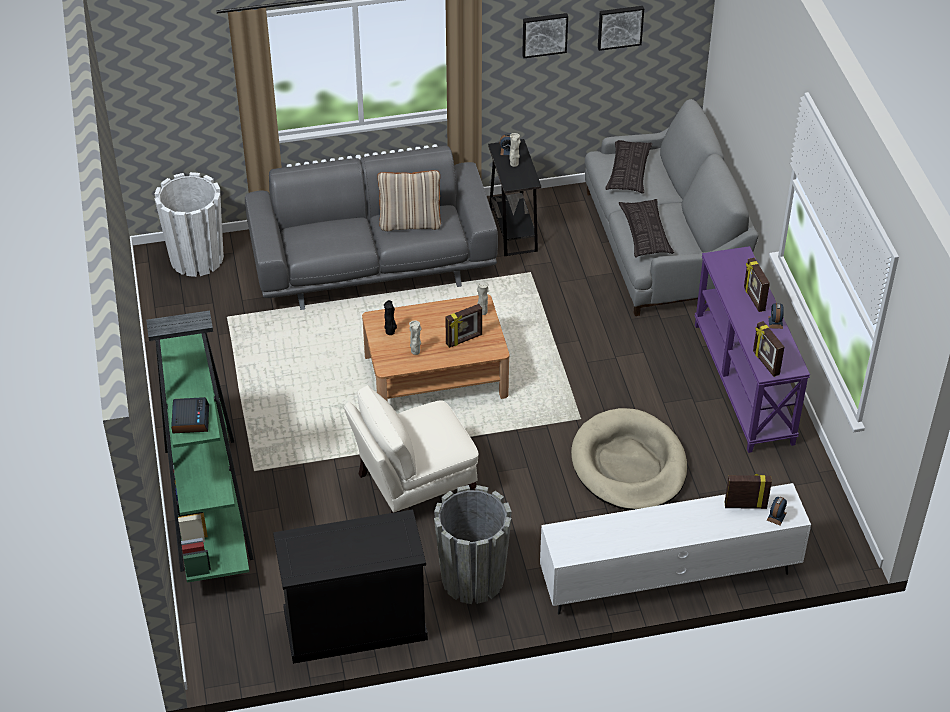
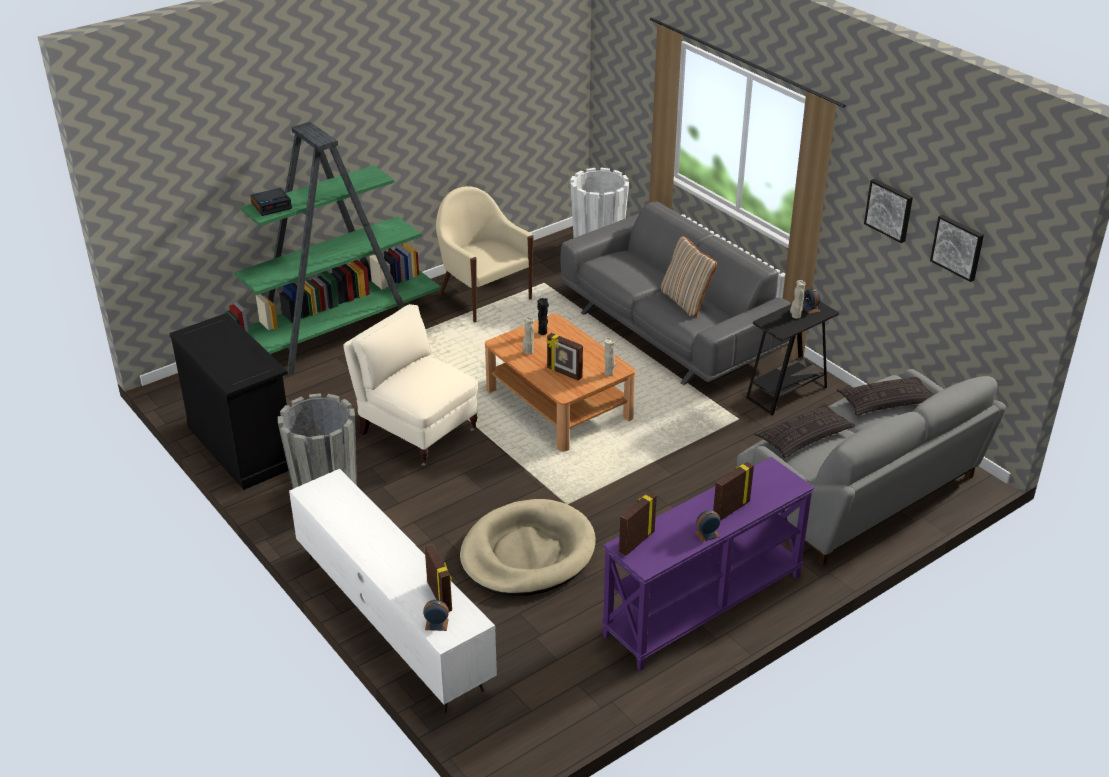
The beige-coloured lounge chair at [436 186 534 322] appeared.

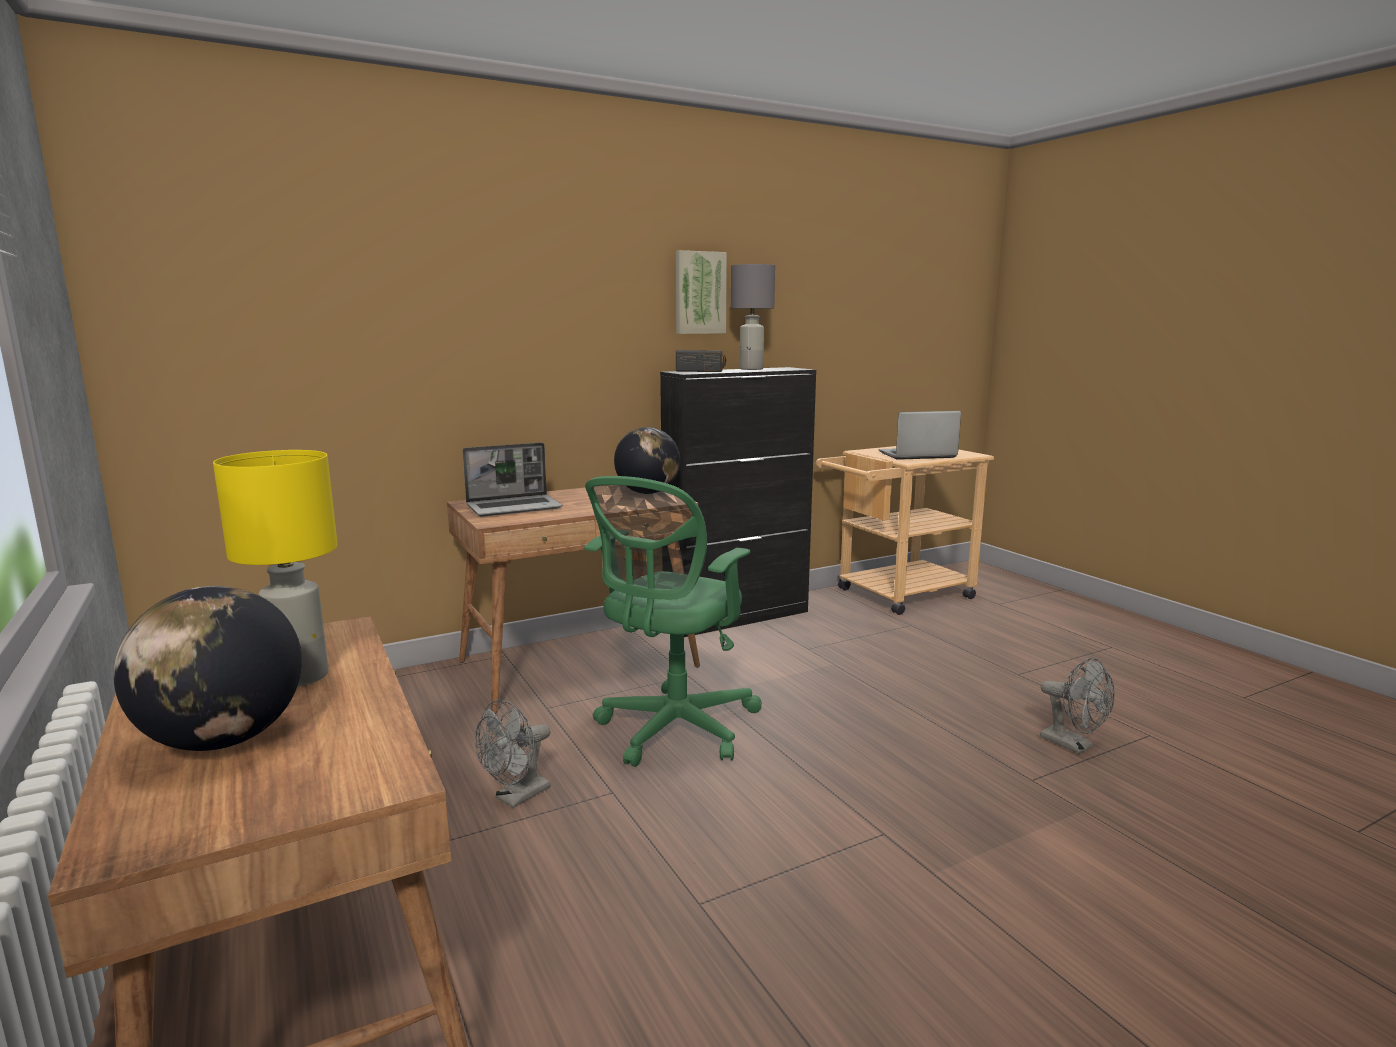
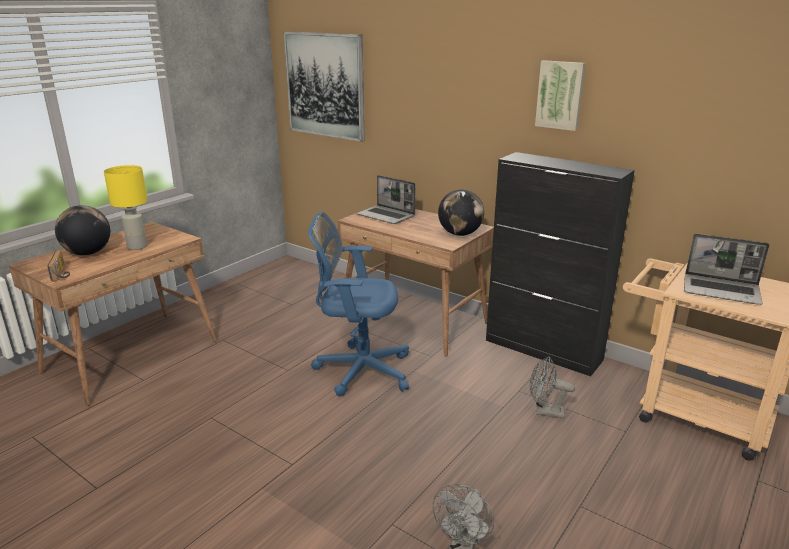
The gray lamp for a table at [731 264 775 370] disappeared.
The radio moved from [676 350 726 372] to [47 250 70 282].
The notebook computer at [878 411 961 460] turned 150 degrees clockwise.
The greenish office chair at [584 476 762 767] became the blue-coloured office chair at [308 211 409 396].
The gray fan moved from [475 700 551 808] to [530 357 575 419].
The picture at [284 31 365 142] appeared.

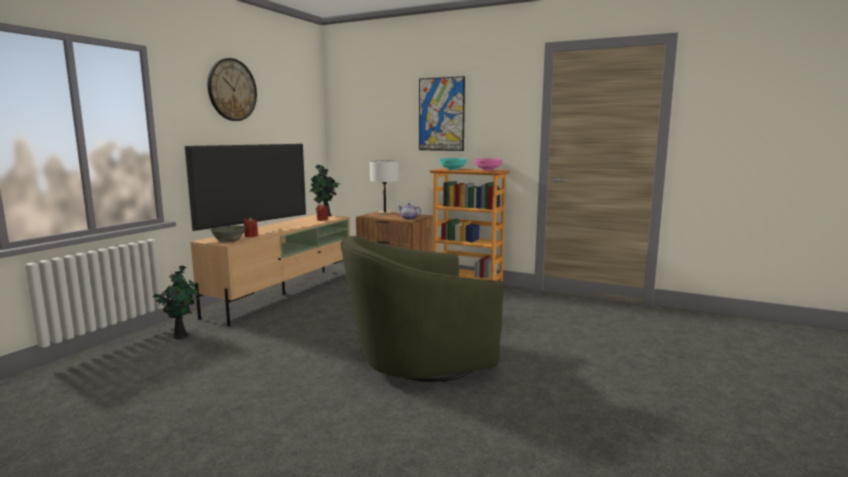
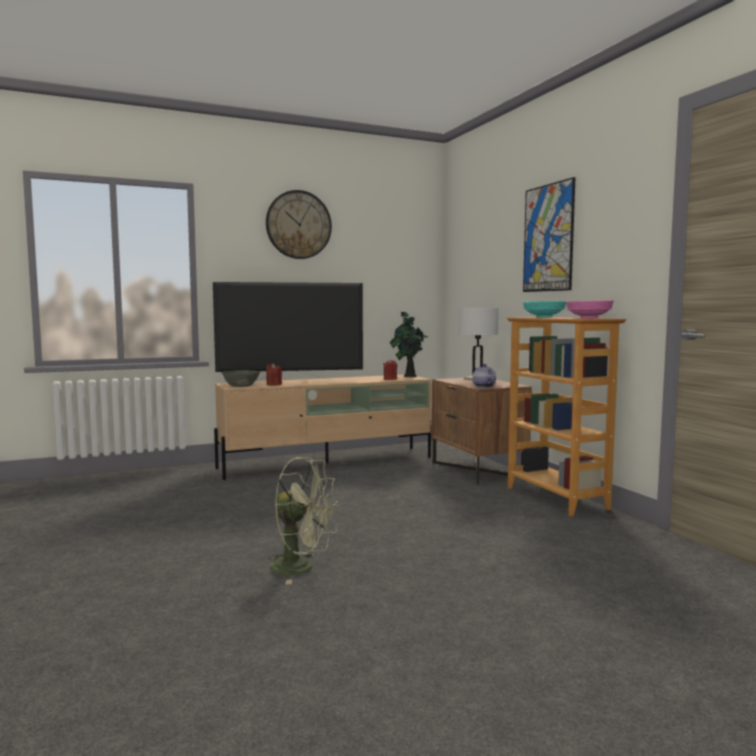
The greenish lounge chair at [341 236 504 382] was replaced by the greenish fan at [267 457 340 585].
The plant in a pot at [153 266 199 339] disappeared.

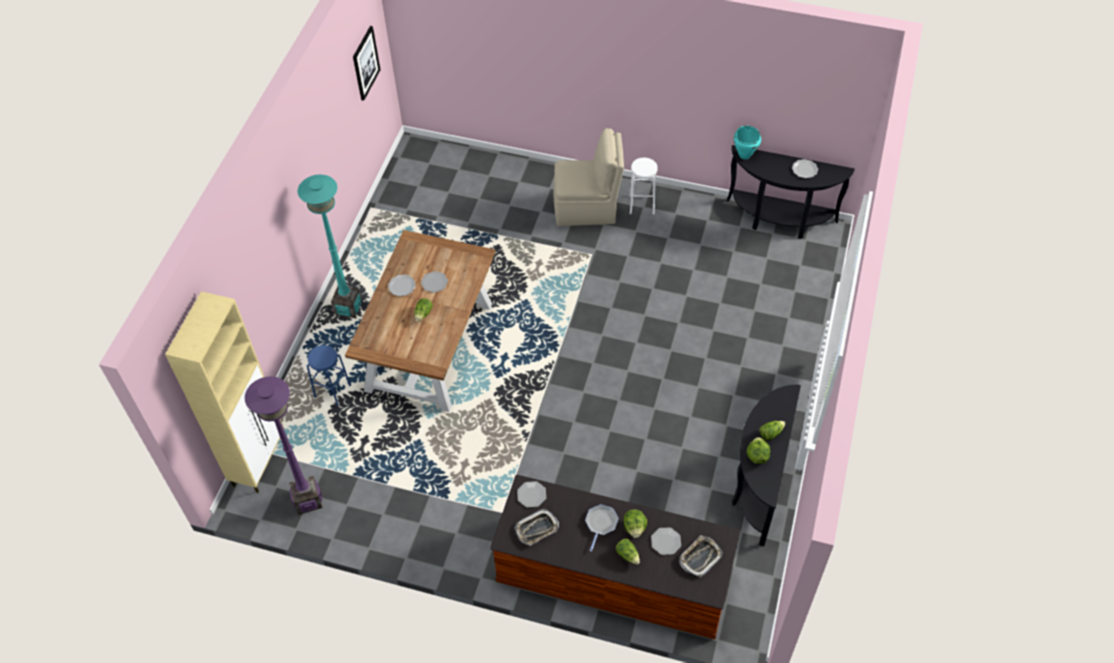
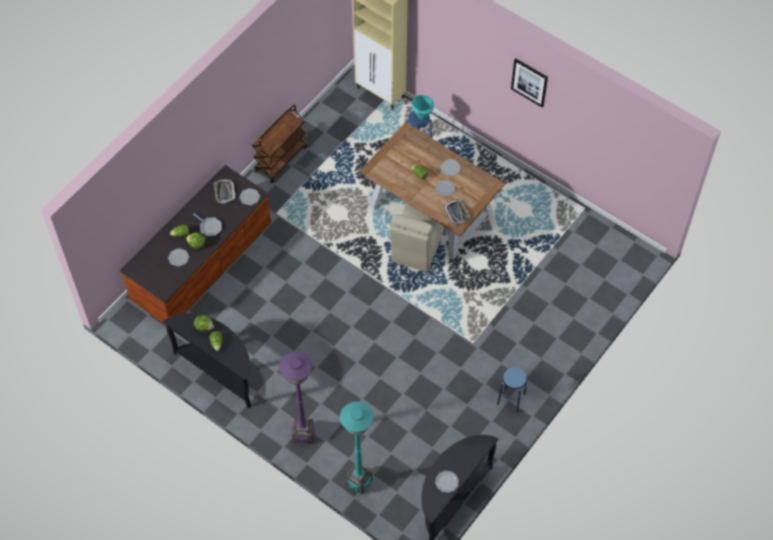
The picture moved from [353 26 380 101] to [511 58 548 108].
The turquoise-coloured cooking pot moved from [734 125 761 160] to [412 95 434 120].
The beige-coloured plain chair moved from [554 128 624 226] to [390 203 444 272].
The white-coloured stool at [630 158 658 215] became the blue-coloured stool at [497 367 527 412].
The turquoise-coloured floor lamp moved from [298 174 362 318] to [340 402 374 494].
The purplish floor lamp moved from [245 376 322 515] to [279 351 315 444].
The tray moved from [679 535 722 577] to [443 199 471 225].
The brownish cart at [252 105 307 183] appeared.

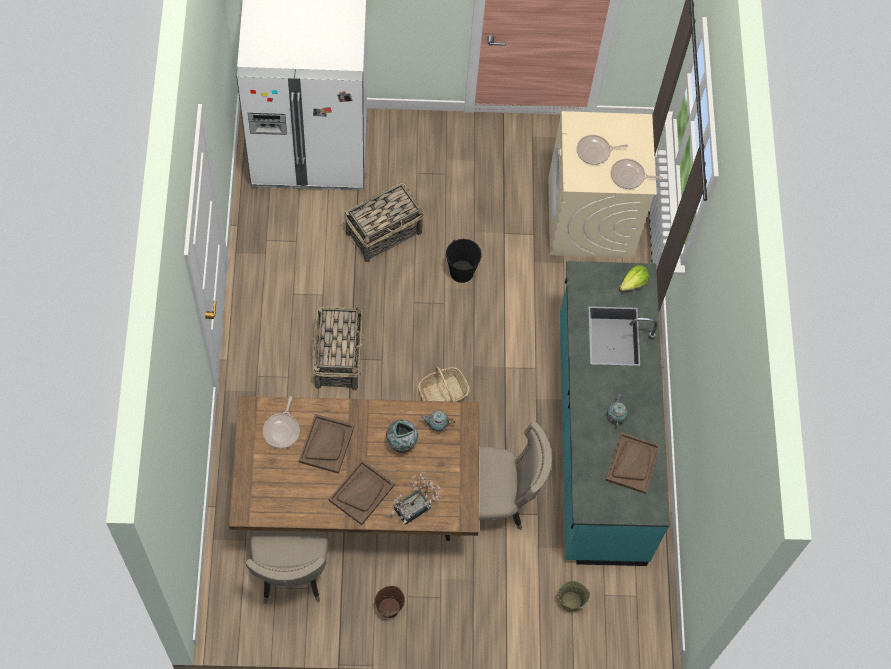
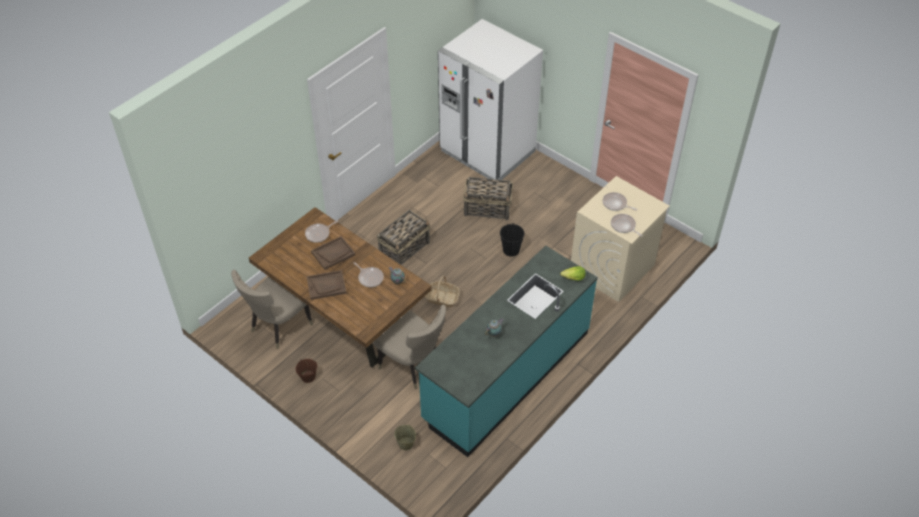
The flower vase at [386 420 418 453] was replaced by the frying pan at [353 262 384 287].
The brownish tray at [605 432 661 494] disappeared.
The plant in a pot at [391 471 441 525] disappeared.

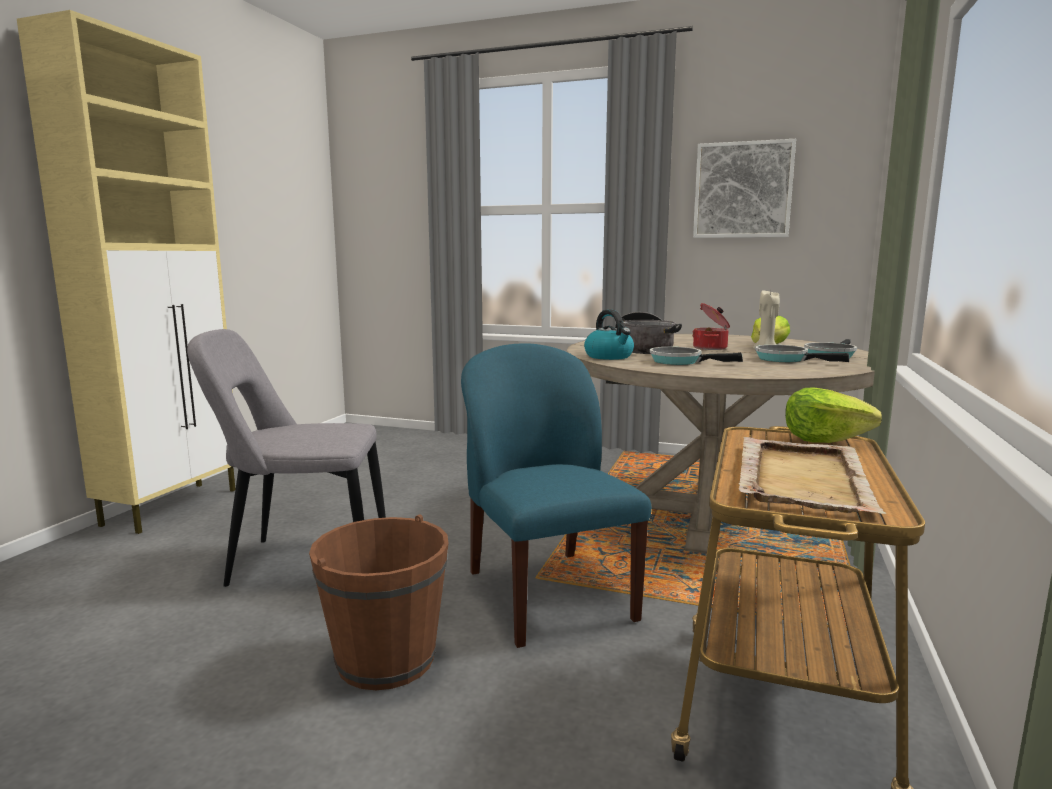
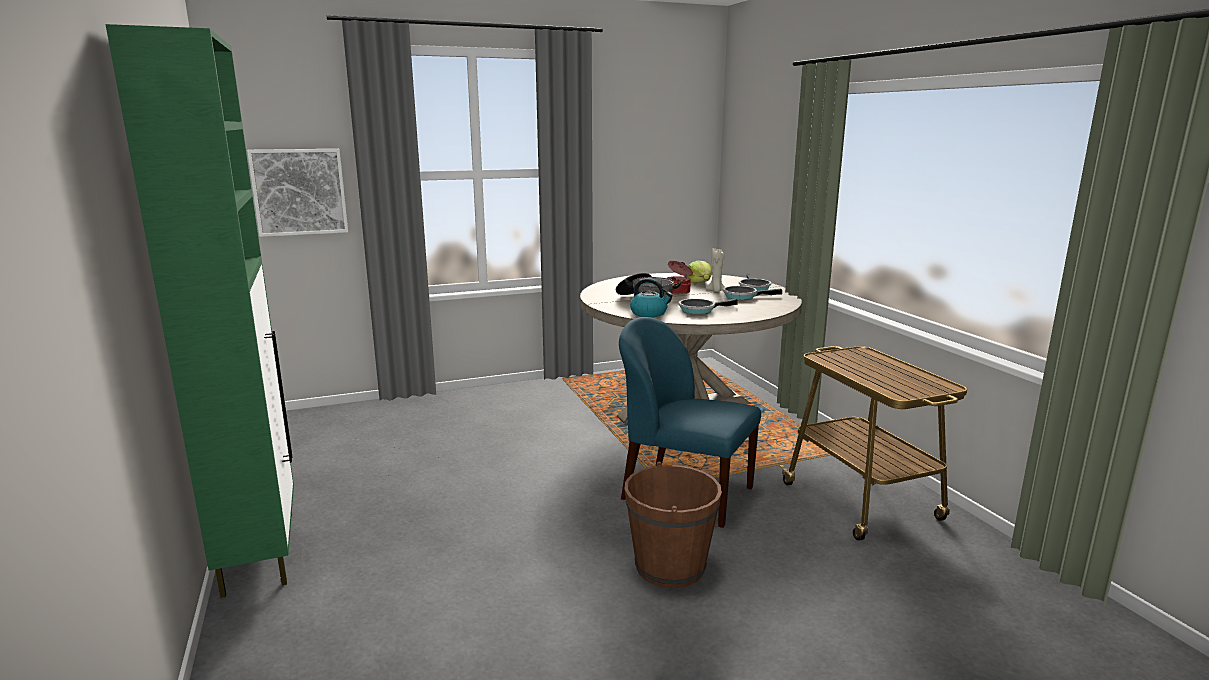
The beige-coloured cabinet at [17 10 235 534] became the greenish cabinet at [105 24 294 598].
The picture moved from [693 139 796 238] to [247 149 348 237].
The gray plain chair at [187 329 386 587] disappeared.
The lettuce at [785 387 882 443] disappeared.
The beige-coloured tray at [739 437 886 514] disappeared.

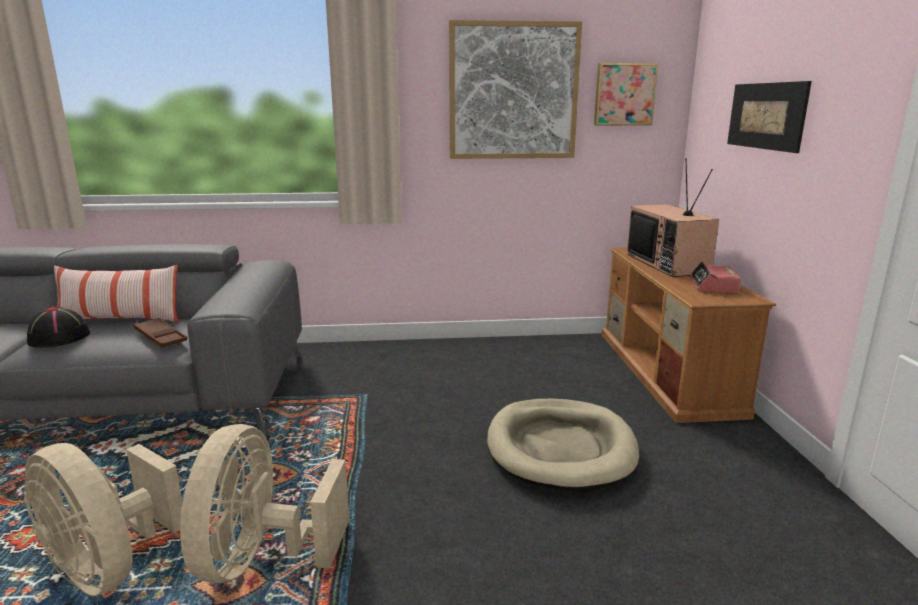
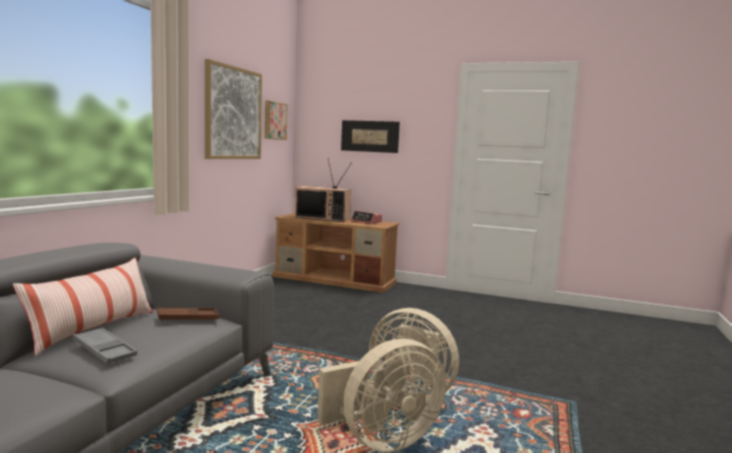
The blackish clothing hat at [27 307 90 347] was replaced by the gray tray at [73 327 137 364].
The beige-coloured pet bed at [487 399 639 492] disappeared.

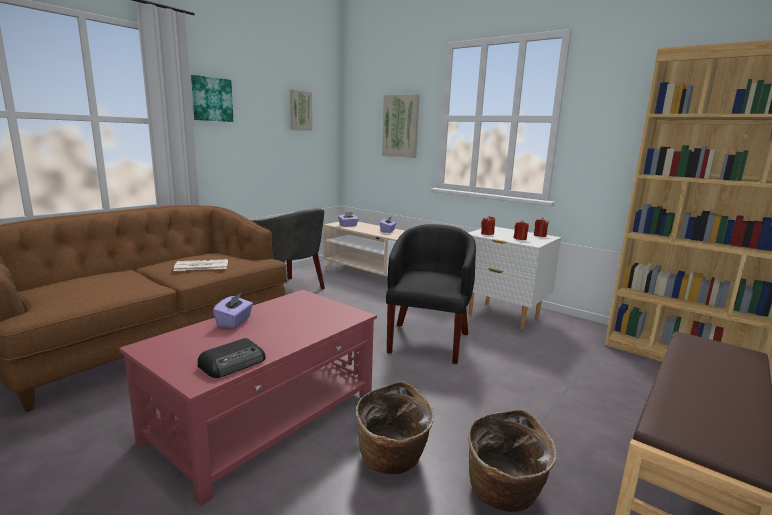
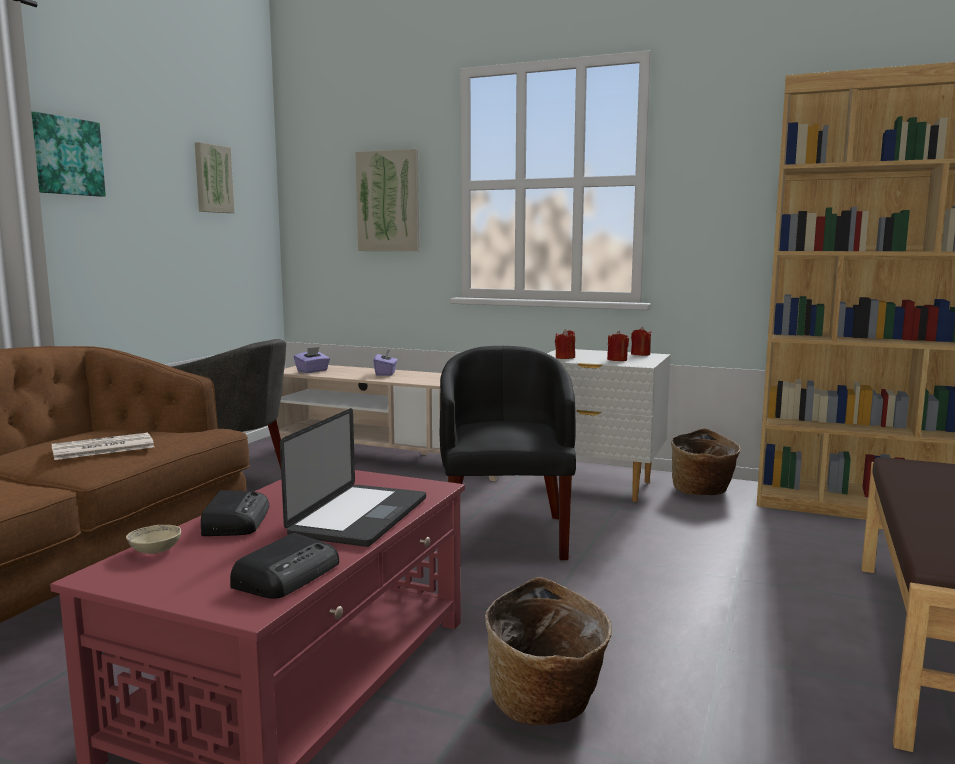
The purplish tissue box at [213 293 253 328] was replaced by the radio at [201 490 269 536].
The household basket moved from [468 410 557 512] to [671 428 741 495].
The notebook computer at [280 408 426 547] appeared.
The beige-coloured bowl at [126 525 181 554] appeared.

